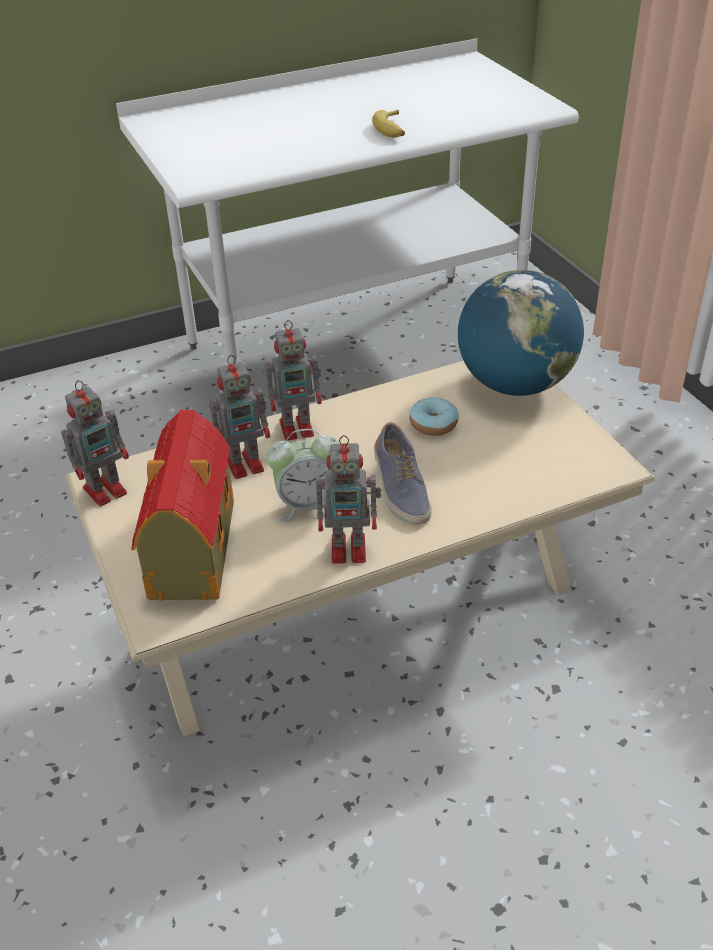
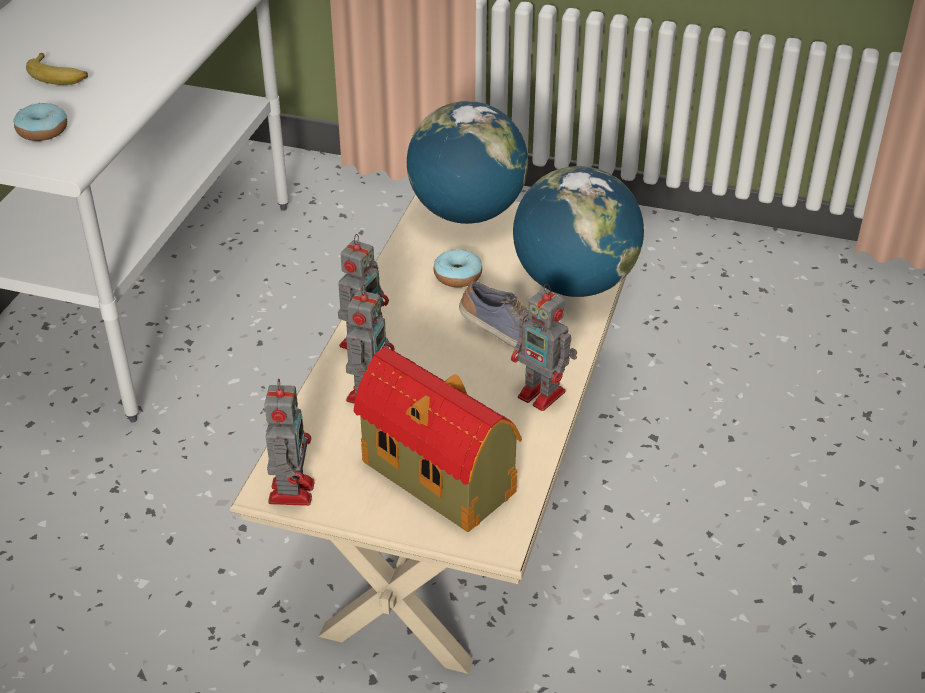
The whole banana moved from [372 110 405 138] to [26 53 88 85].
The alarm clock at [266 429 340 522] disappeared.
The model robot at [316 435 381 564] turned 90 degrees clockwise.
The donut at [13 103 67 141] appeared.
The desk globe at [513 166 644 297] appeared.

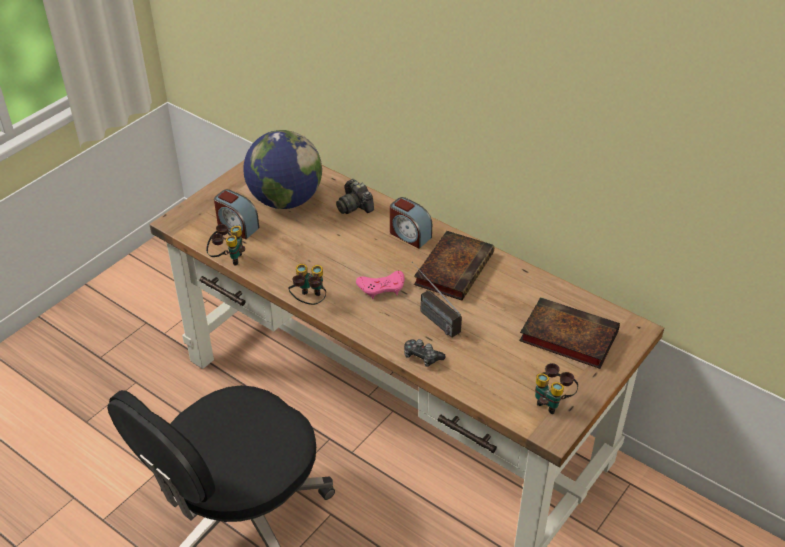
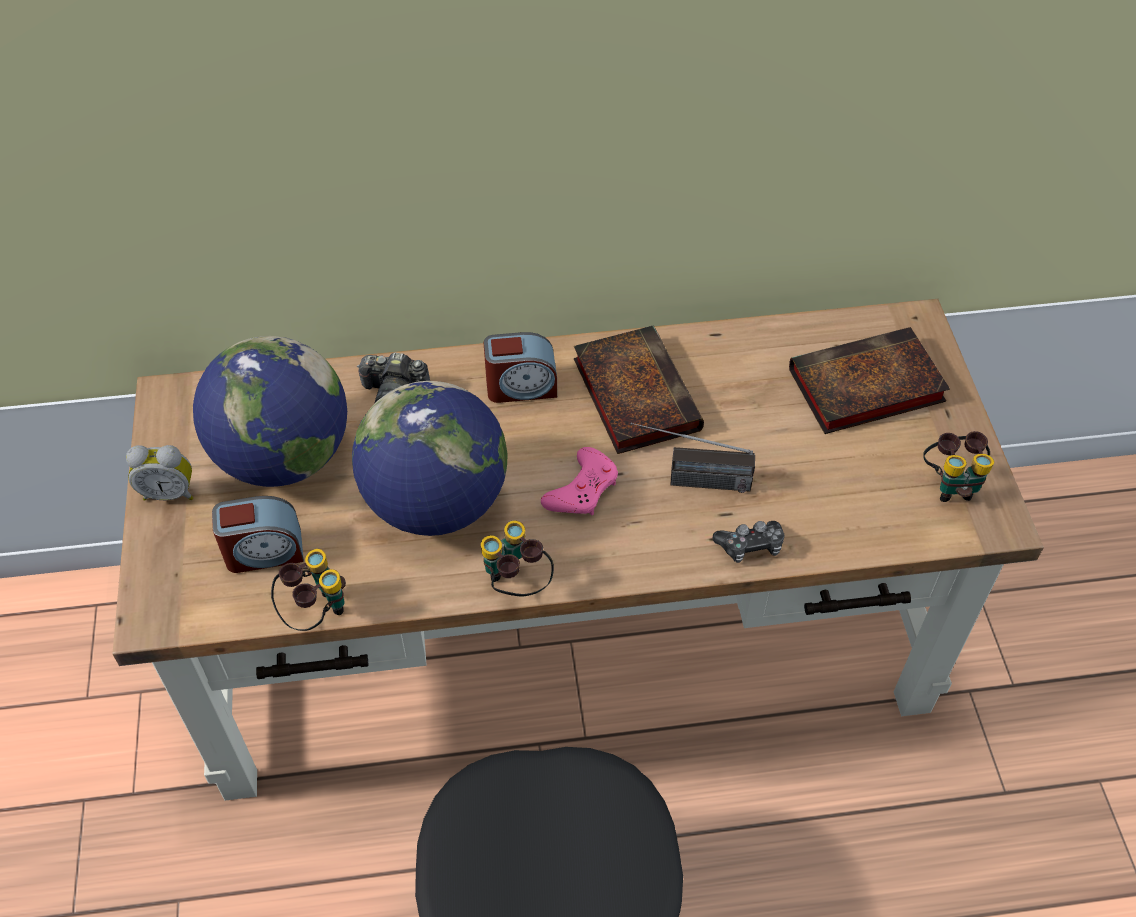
The desk globe at [352 381 507 536] appeared.
The alarm clock at [126 445 193 501] appeared.

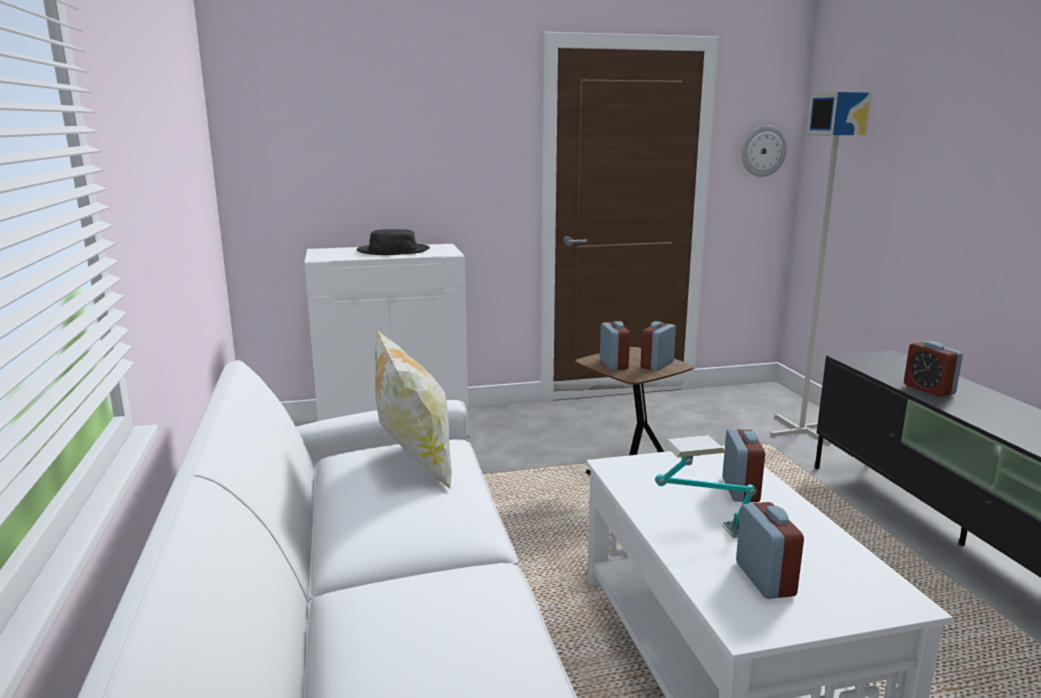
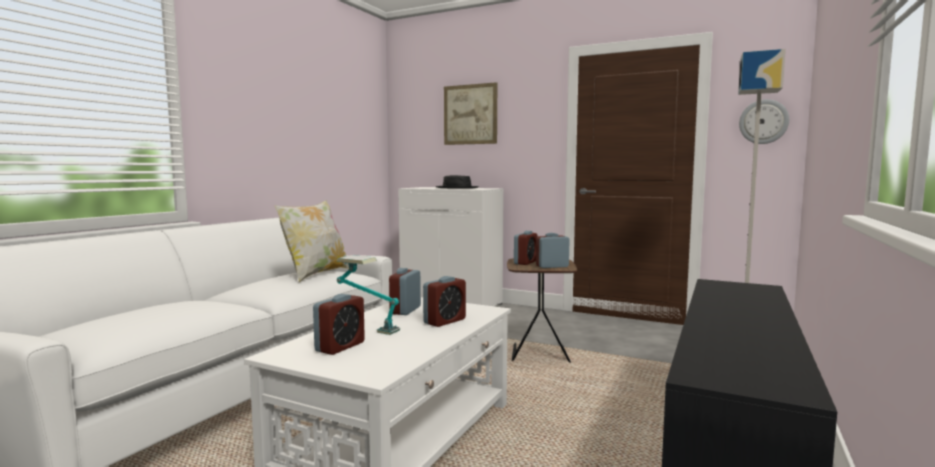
The alarm clock moved from [904 341 963 397] to [389 268 421 315].
The picture at [444 82 497 145] appeared.

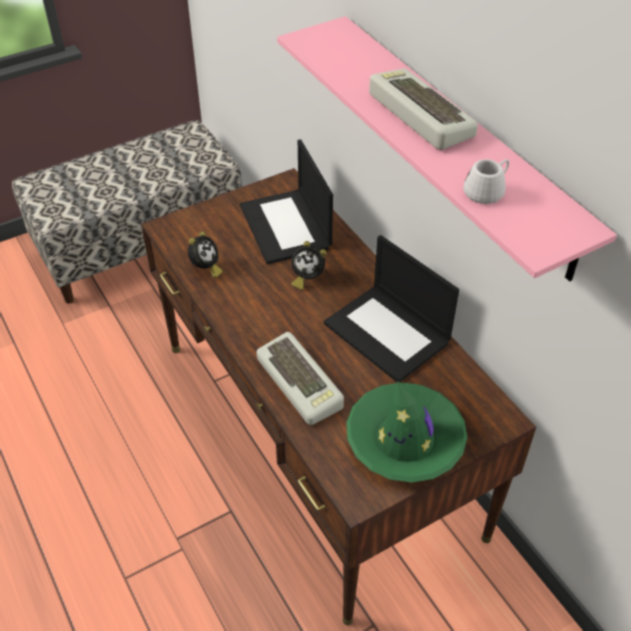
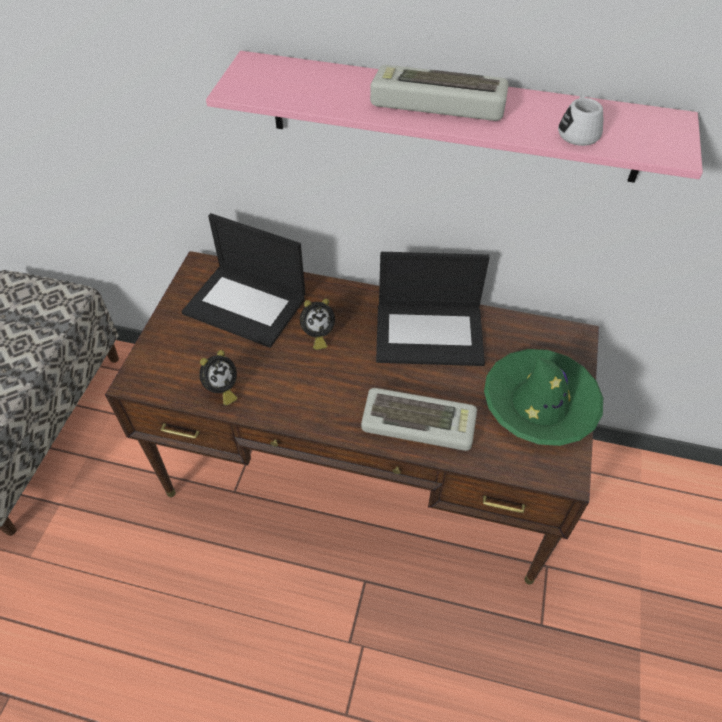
The alarm clock at [188 231 223 278] turned 60 degrees clockwise.

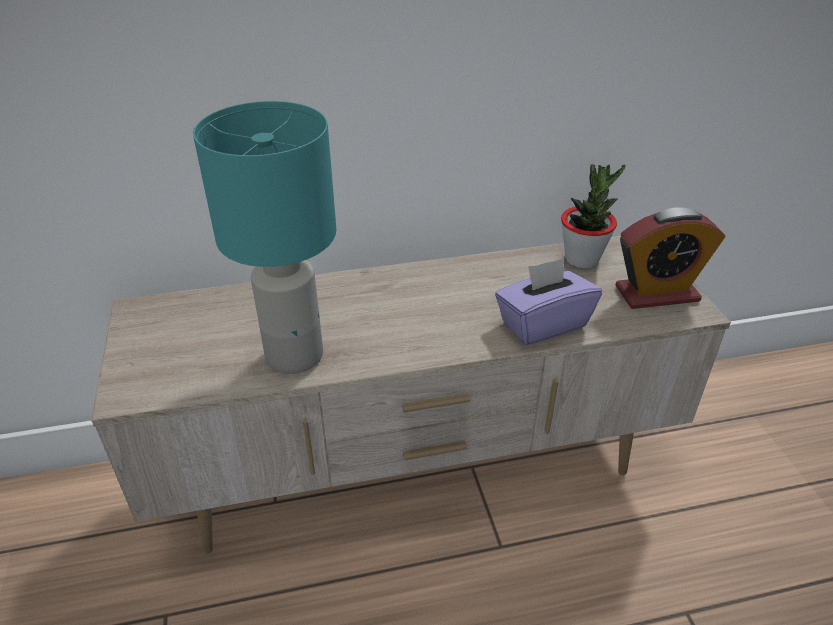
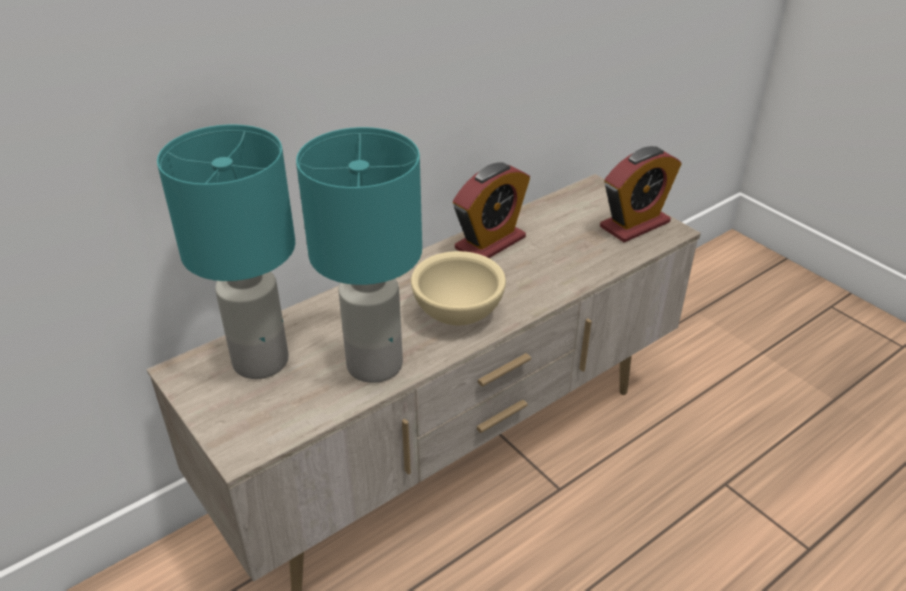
The plant in a pot at [561 164 626 268] disappeared.
The purplish tissue box at [495 258 602 345] disappeared.
The turquoise-coloured lamp for a table at [157 125 295 379] appeared.
The alarm clock at [453 162 530 258] appeared.
The beige-coloured bowl at [411 251 506 326] appeared.

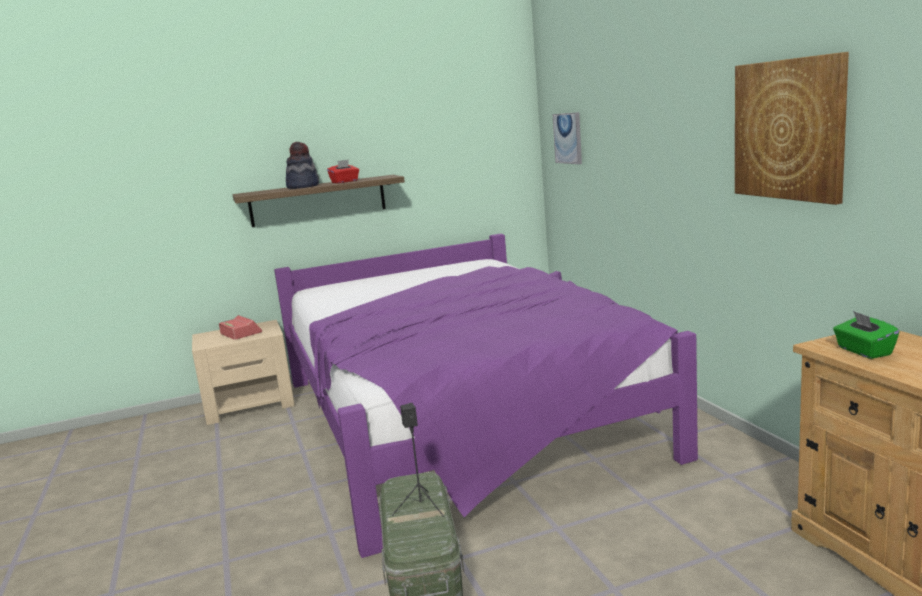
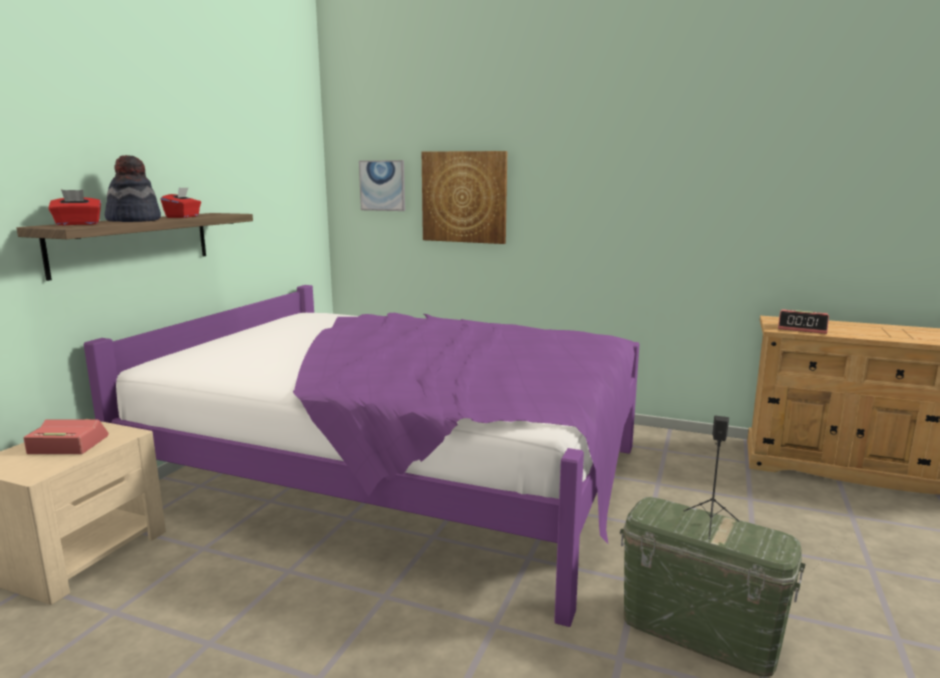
The picture moved from [735 52 849 205] to [422 151 507 244].
The greenish tissue box at [833 311 899 359] was replaced by the alarm clock at [778 309 829 334].
The red tissue box at [48 190 101 225] appeared.

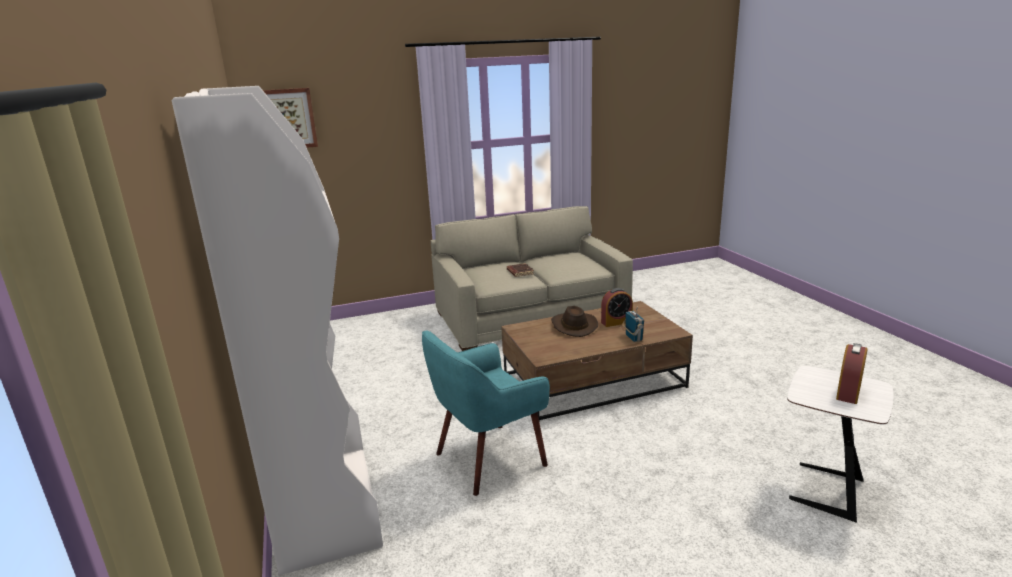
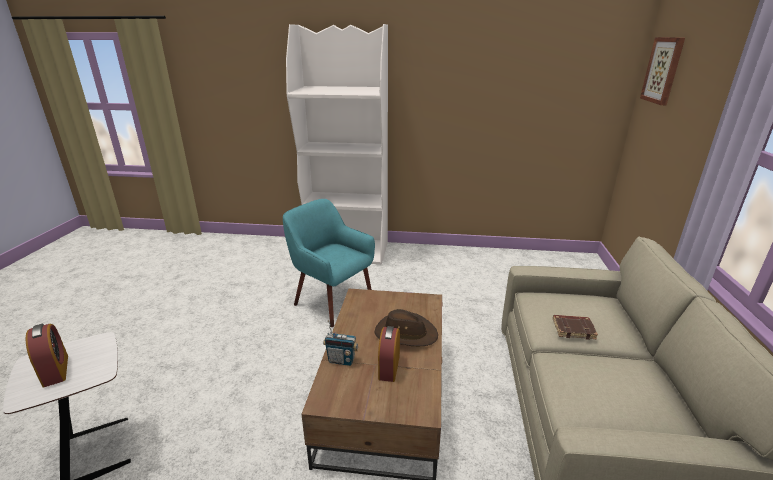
The turquoise-coloured lounge chair at [422 331 550 496] turned 45 degrees counterclockwise.

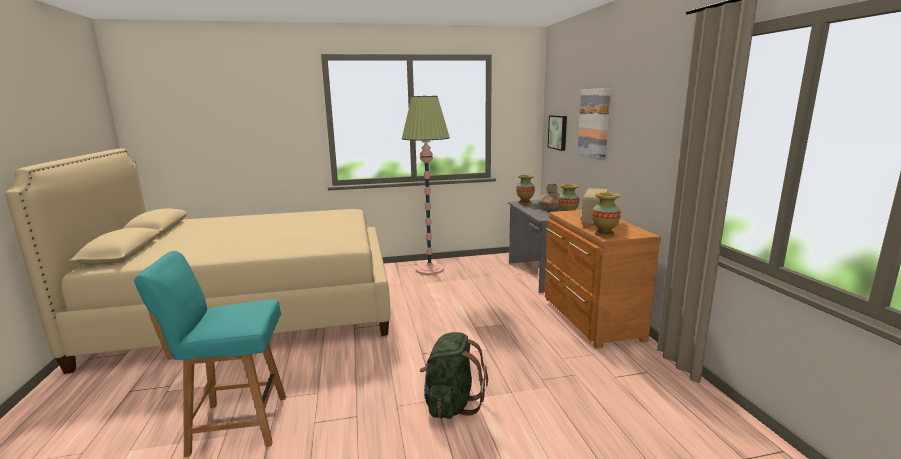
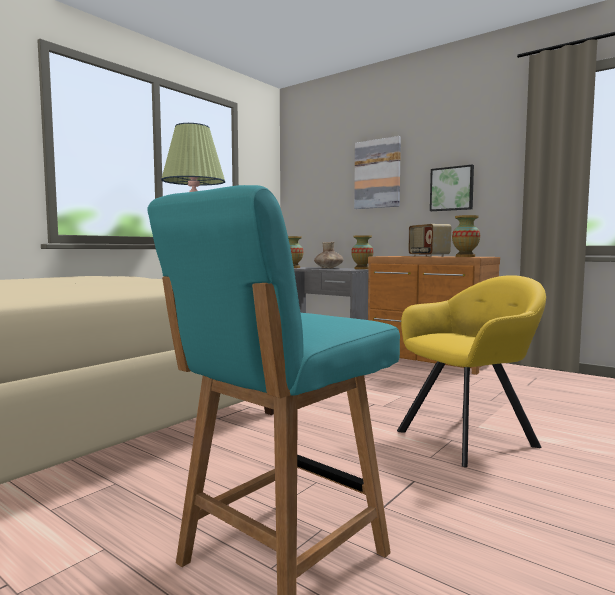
The picture moved from [548 115 567 151] to [430 165 474 211].
The greenish rucksack at [420 332 488 419] was replaced by the yellowish lounge chair at [397 275 546 467].

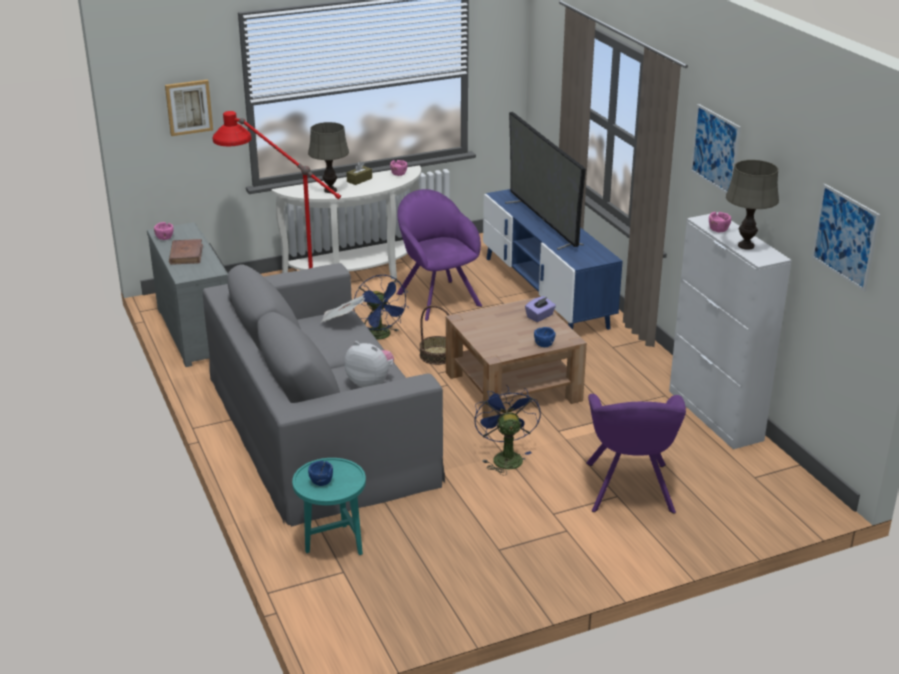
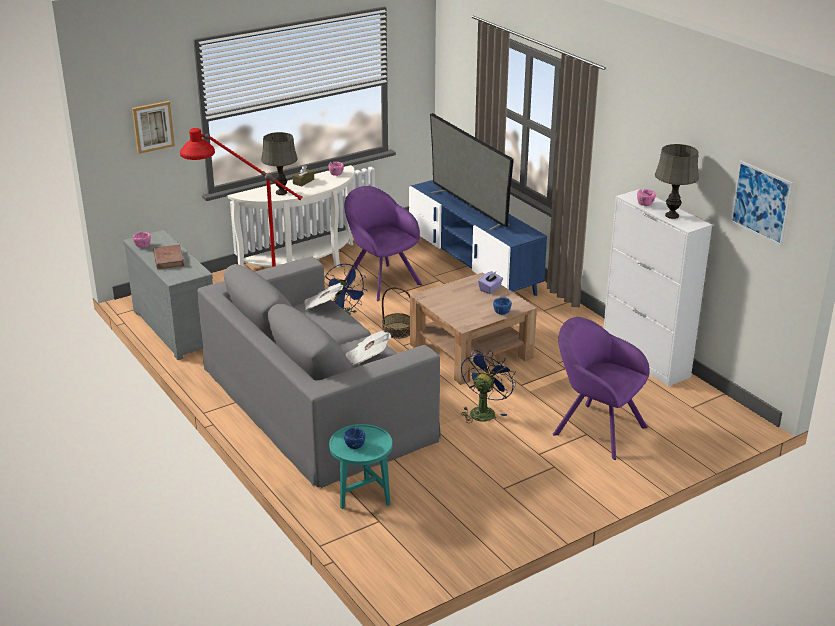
The picture at [691 104 741 194] disappeared.
The plush toy at [344 341 394 387] was replaced by the daily paper at [345 331 391 365].
The blue-coloured fan at [474 385 541 475] turned 45 degrees clockwise.
The purplish lounge chair at [586 394 686 514] turned 135 degrees clockwise.

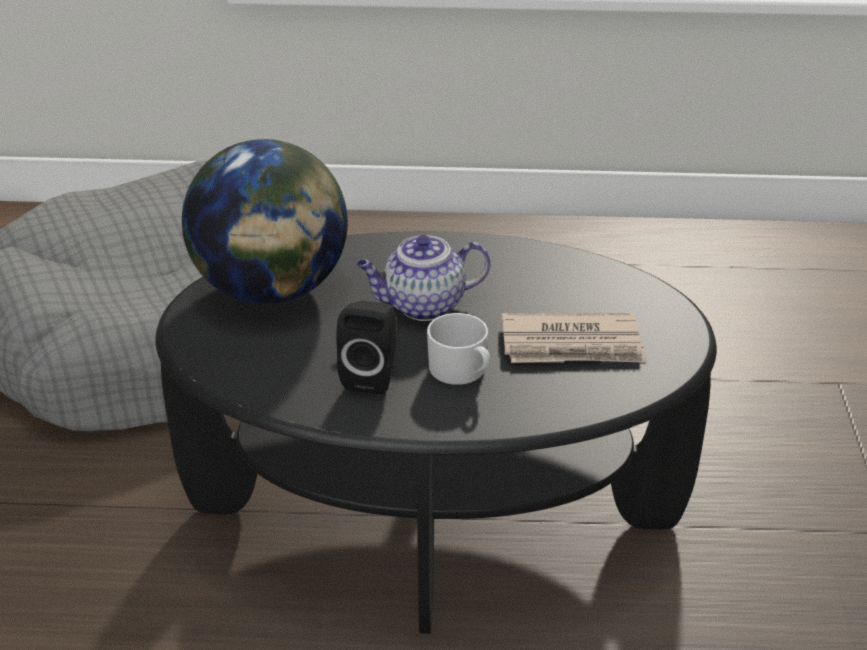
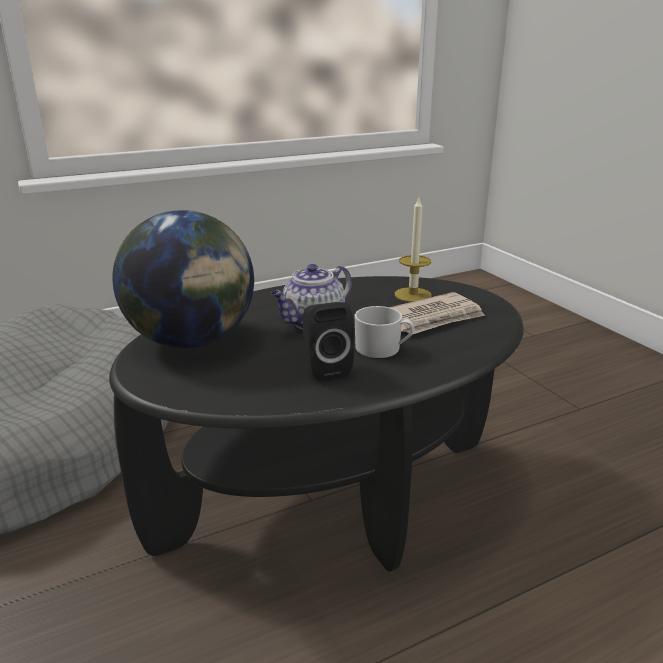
The candle at [395 198 432 302] appeared.

